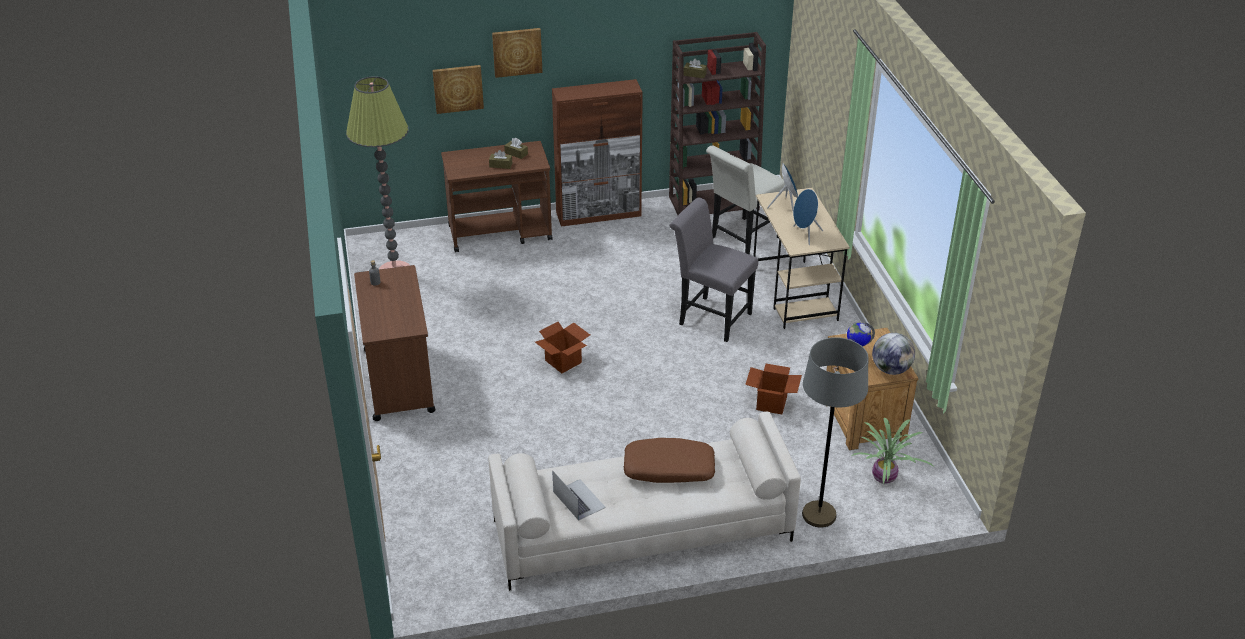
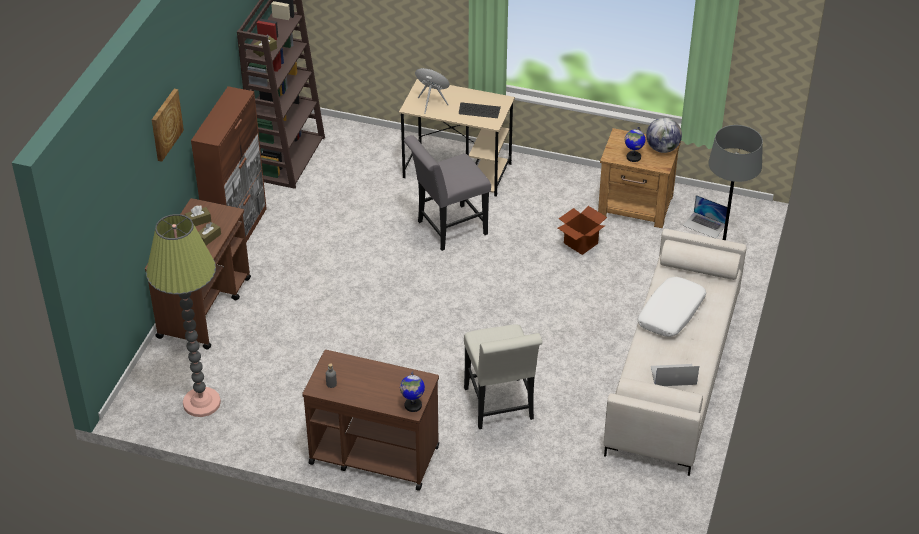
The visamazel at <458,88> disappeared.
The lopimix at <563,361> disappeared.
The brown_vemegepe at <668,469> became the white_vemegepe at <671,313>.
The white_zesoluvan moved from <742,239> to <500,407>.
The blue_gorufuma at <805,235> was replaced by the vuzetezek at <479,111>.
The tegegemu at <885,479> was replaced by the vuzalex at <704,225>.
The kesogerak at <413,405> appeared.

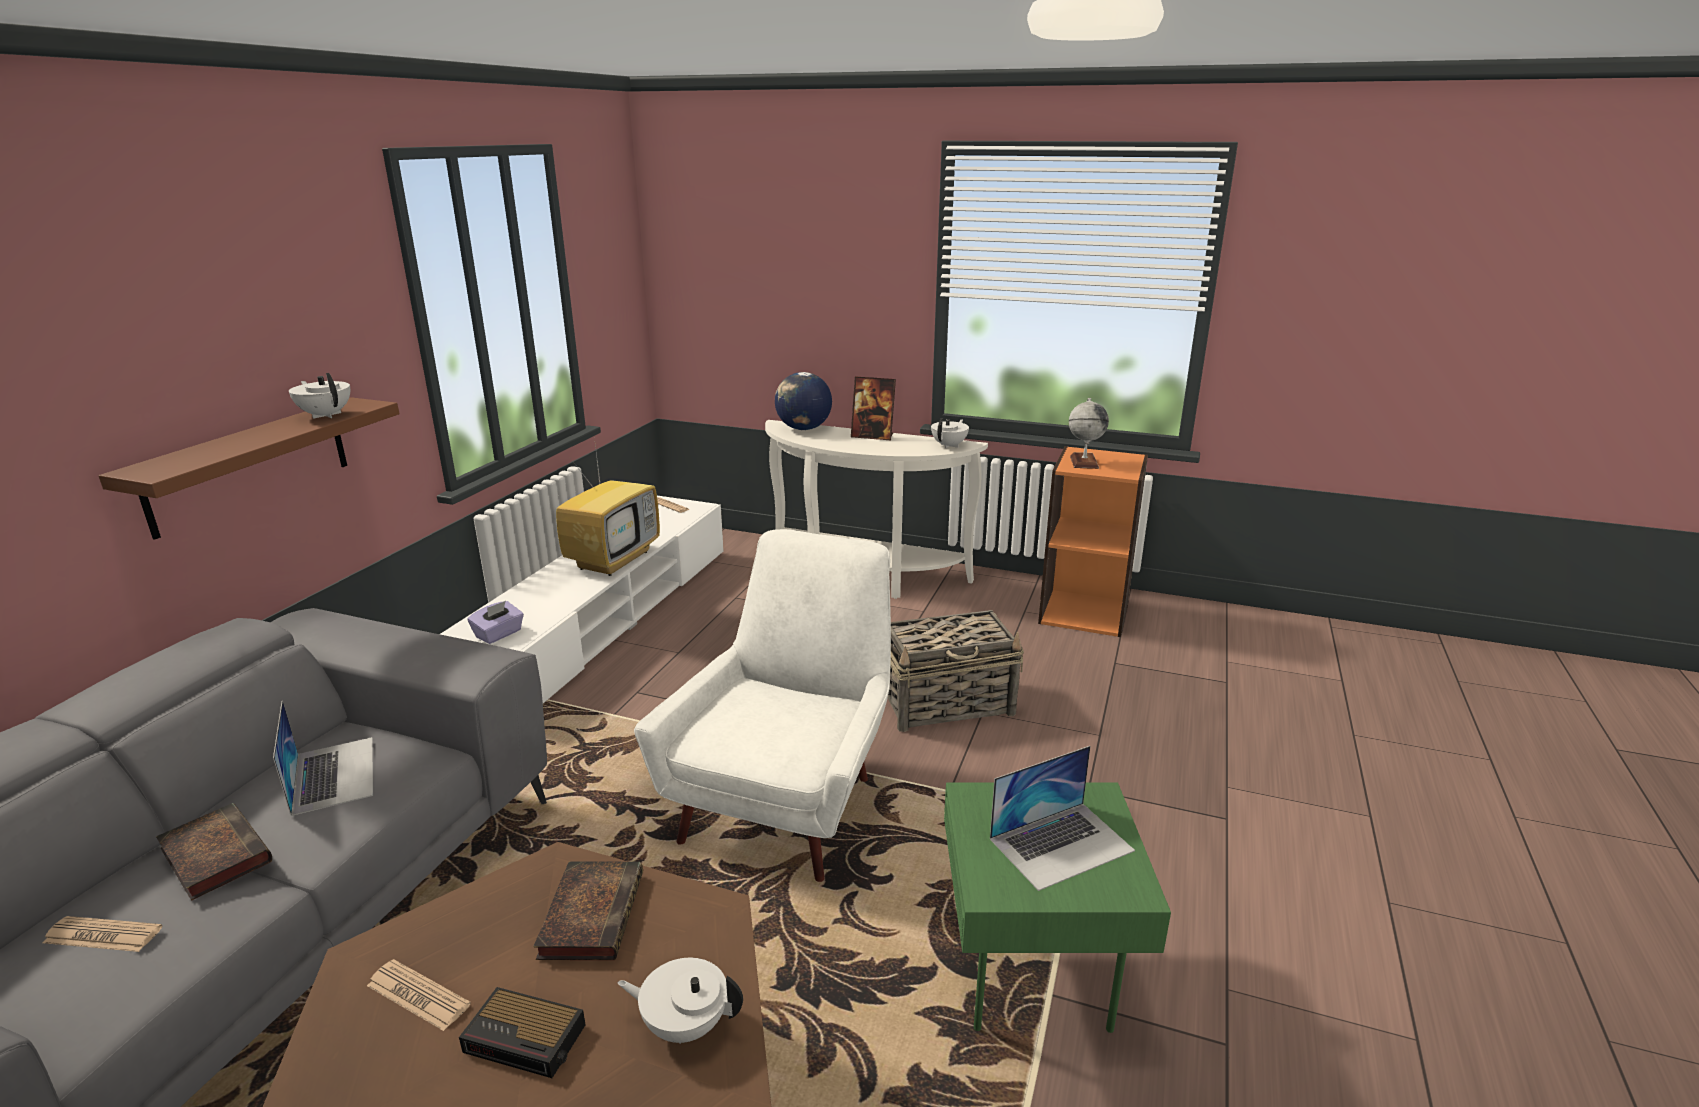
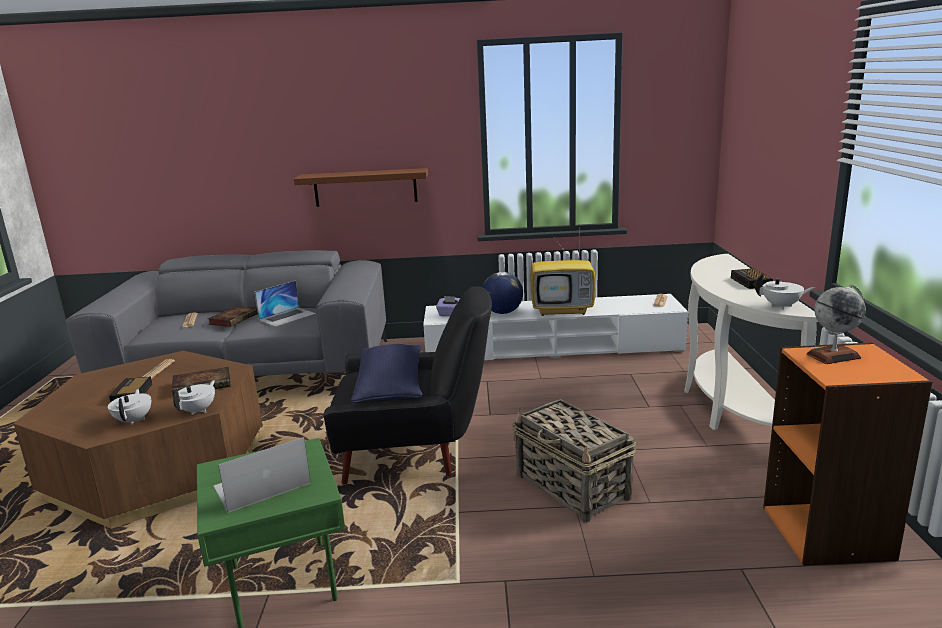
The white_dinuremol moved from <326,415> to <198,410>.
The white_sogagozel at <789,798> became the black_sogagozel at <414,454>.
The kesogerak moved from <803,429> to <502,312>.
The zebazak at <872,436> was replaced by the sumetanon at <751,282>.
The vuzalex at <1061,844> turned 105 degrees clockwise.
The blue_vemegepe at <390,388> appeared.

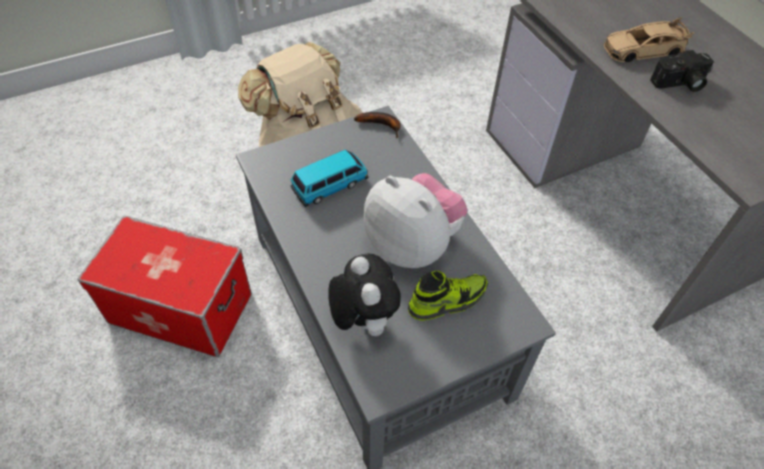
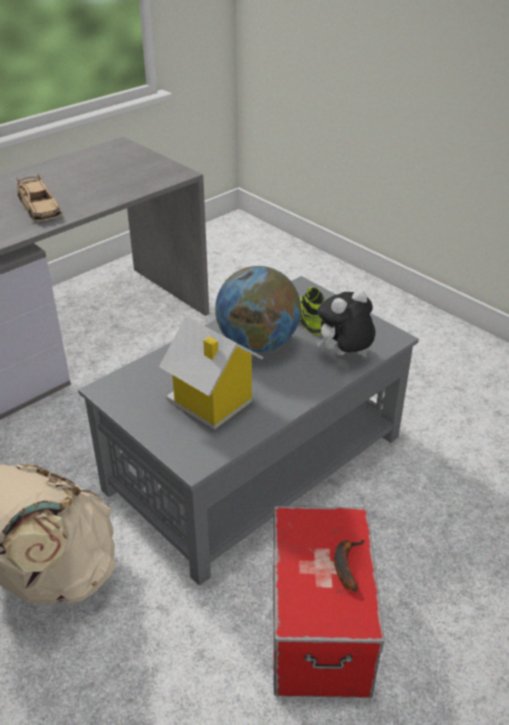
The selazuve at <330,186> was replaced by the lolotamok at <211,403>.
The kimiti moved from <382,125> to <345,564>.
The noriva at <412,244> was replaced by the kesogerak at <257,343>.
The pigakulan at <680,84> disappeared.

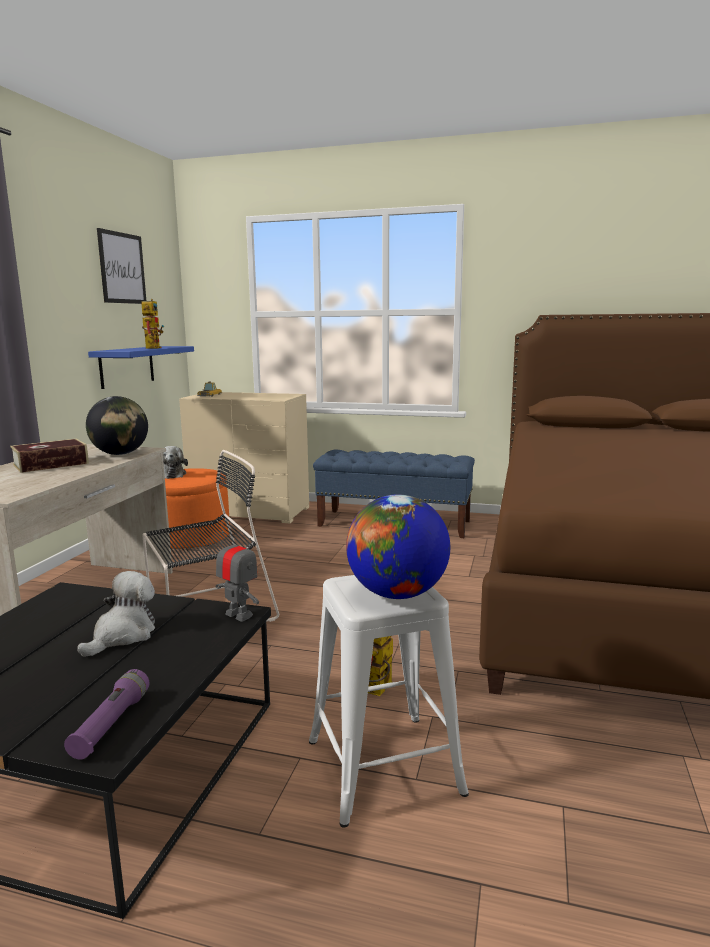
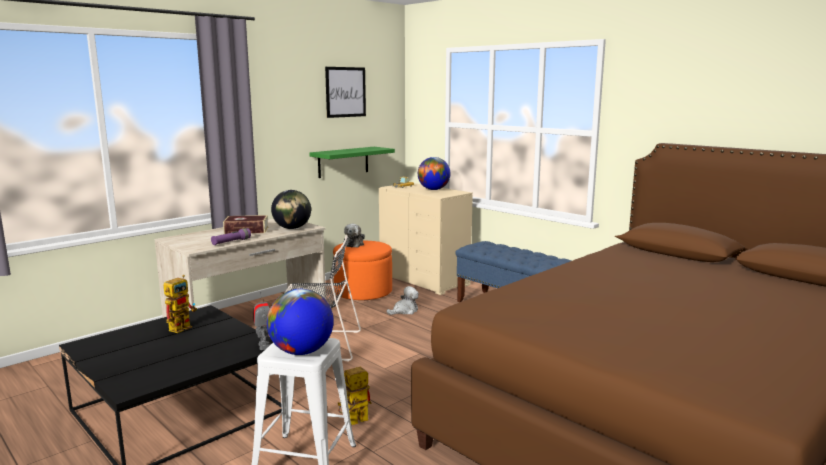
The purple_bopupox moved from <111,725> to <231,242>.
The noriva moved from <123,635> to <404,311>.
The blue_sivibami at <127,366> became the green_sivibami at <343,162>.
The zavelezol moved from <152,348> to <182,326>.
The kesogerak at <433,189> appeared.

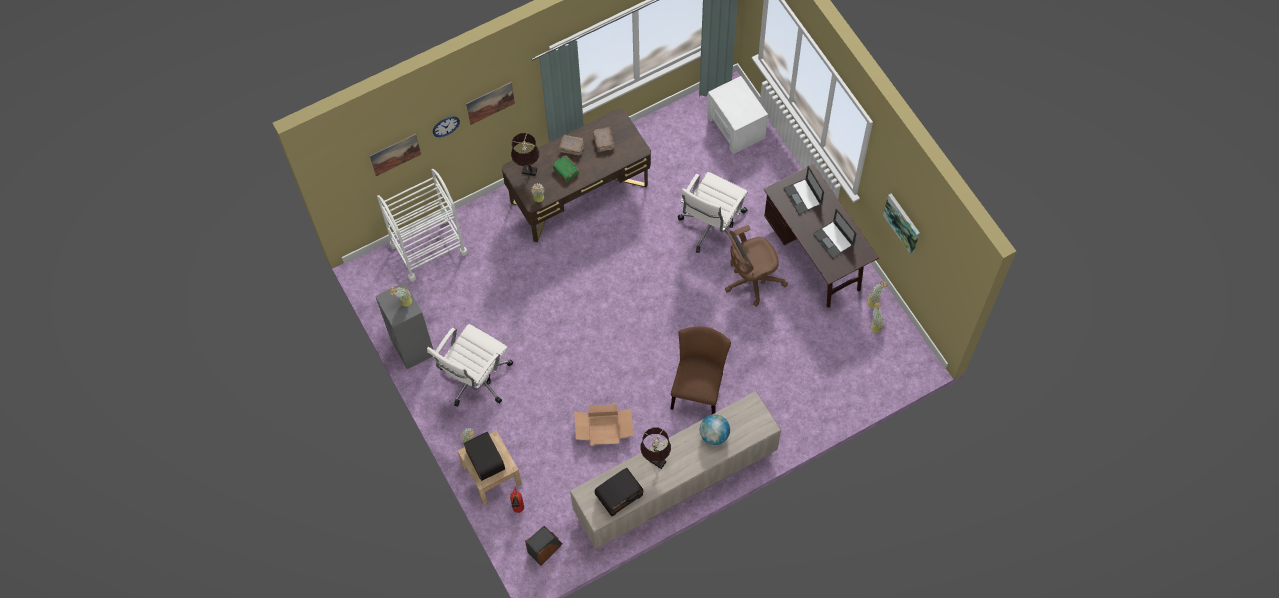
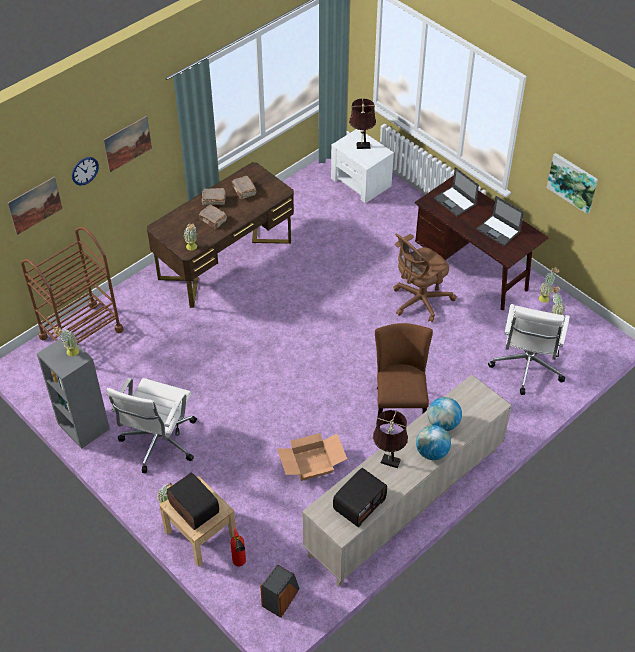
The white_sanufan at <428,249> became the brown_sanufan at <81,333>.
The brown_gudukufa moved from <527,170> to <361,146>.
The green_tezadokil at <566,171> became the brown_tezadokil at <213,220>.
The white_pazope moved from <712,226> to <526,367>.
The kesogerak at <432,452> appeared.

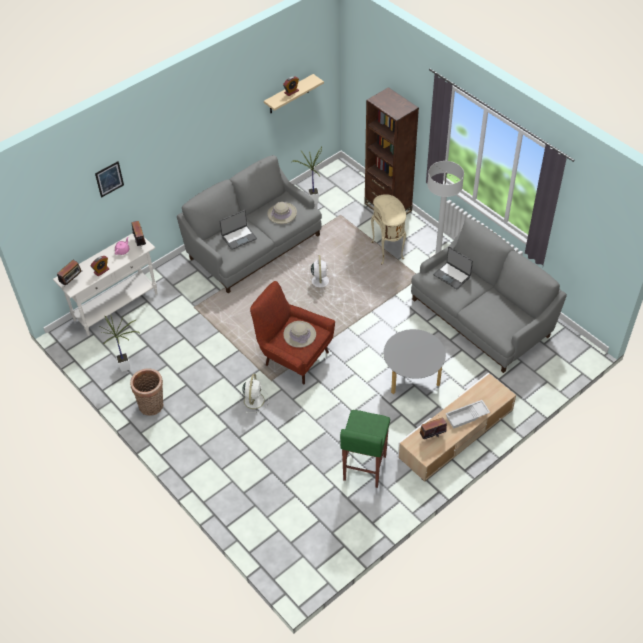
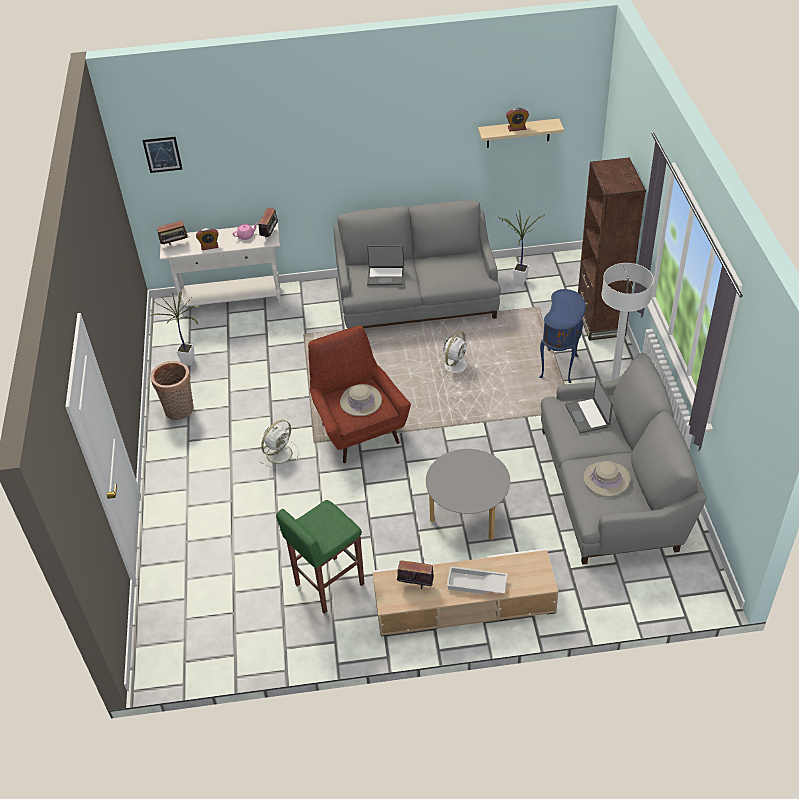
The visamazel moved from <109,179> to <162,154>.
The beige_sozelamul moved from <282,214> to <606,479>.
The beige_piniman at <388,250> became the blue_piniman at <560,367>.

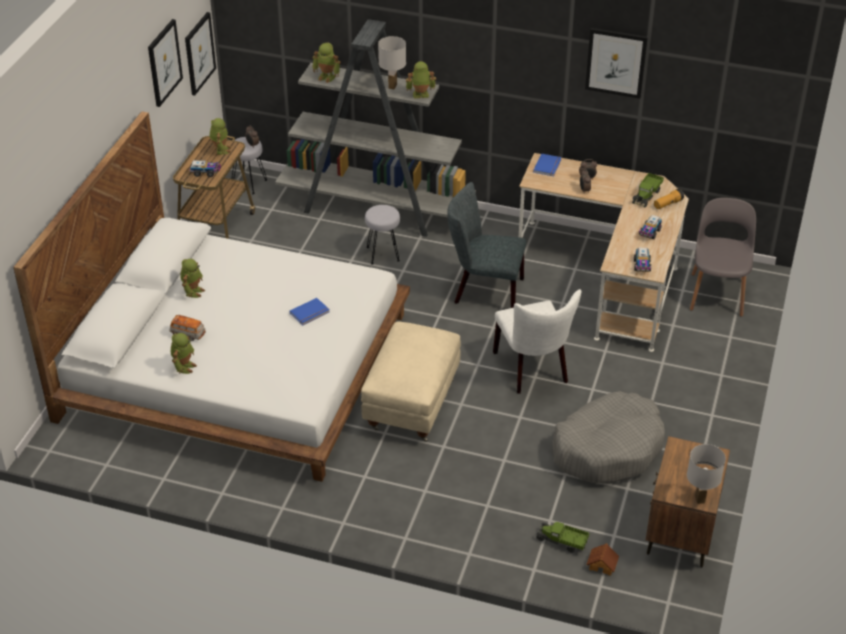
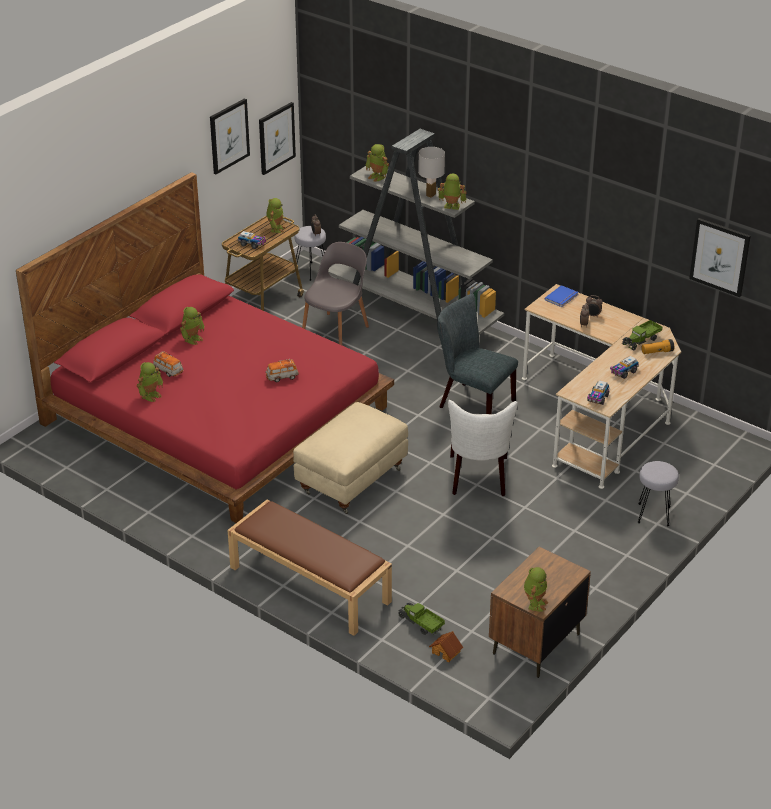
The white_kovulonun at <237,364> became the red_kovulonun at <218,414>.
The blue_tezadokil at <310,313> was replaced by the selazuve at <282,377>.
The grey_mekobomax moved from <383,253> to <654,514>.
The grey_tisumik at <607,448> disappeared.
The visamazel moved from <616,62> to <720,257>.
The white_gudukufa at <699,499> was replaced by the zavelezol at <535,603>.
The grey_zesoluvan moved from <717,293> to <336,331>.
The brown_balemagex at <308,584> appeared.

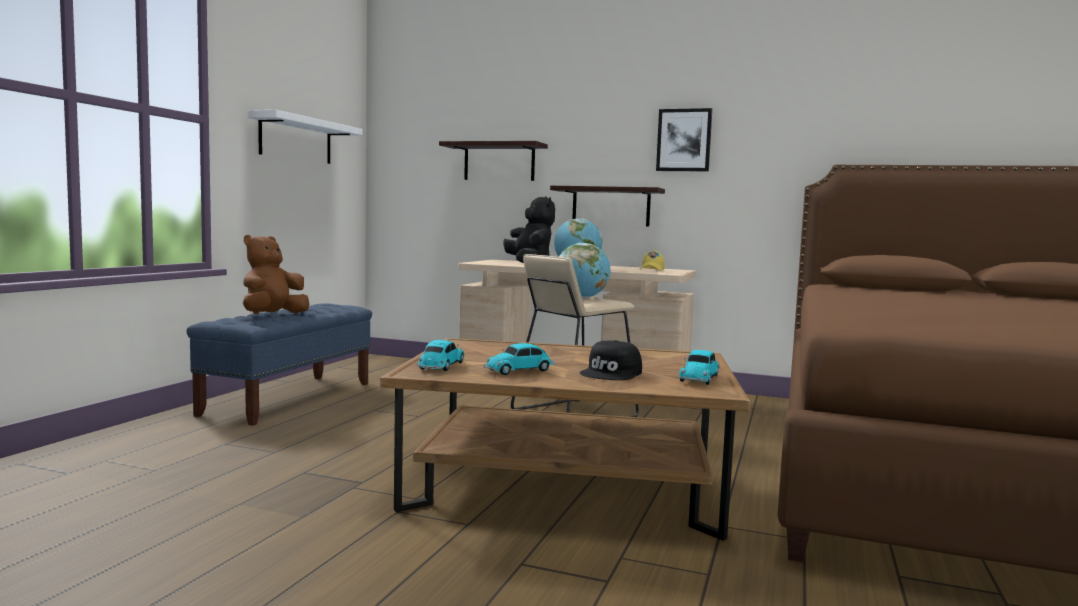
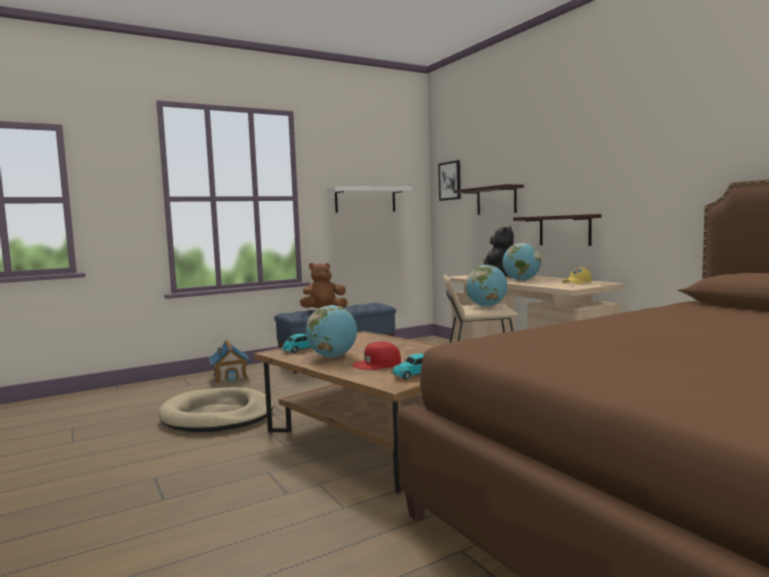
The selazuve at <521,370> was replaced by the kesogerak at <332,356>.
The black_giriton at <612,373> became the red_giriton at <377,364>.
The visamazel moved from <684,140> to <450,181>.
The beige_tisumik at <217,416> appeared.
The lolotamok at <230,377> appeared.

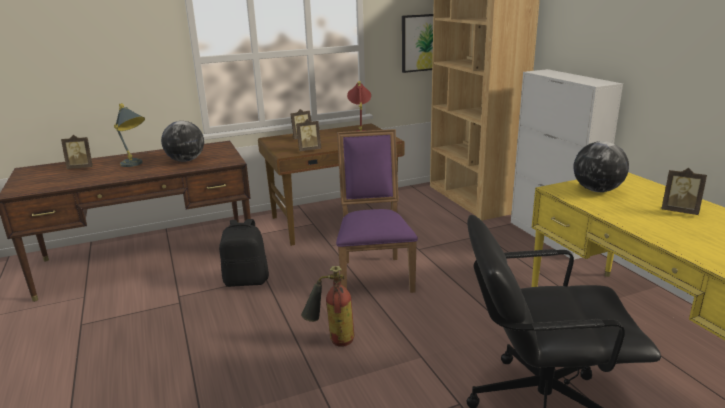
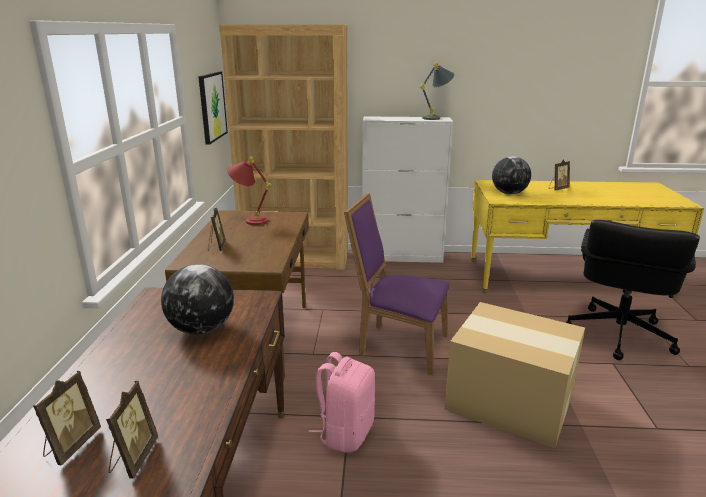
The grey_gudukufa moved from <135,165> to <437,118>.
The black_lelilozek at <246,280> became the pink_lelilozek at <345,433>.
The zebazak moved from <309,150> to <133,458>.
The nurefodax at <332,341> was replaced by the lopimix at <508,400>.

